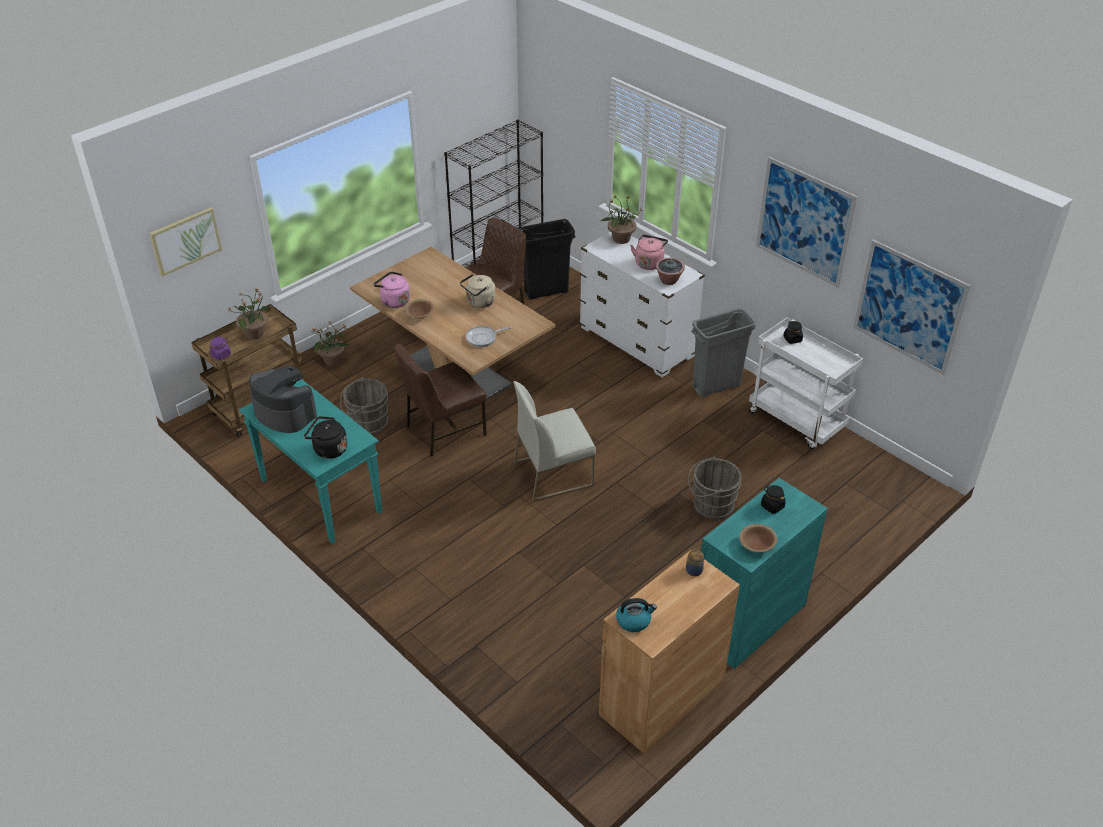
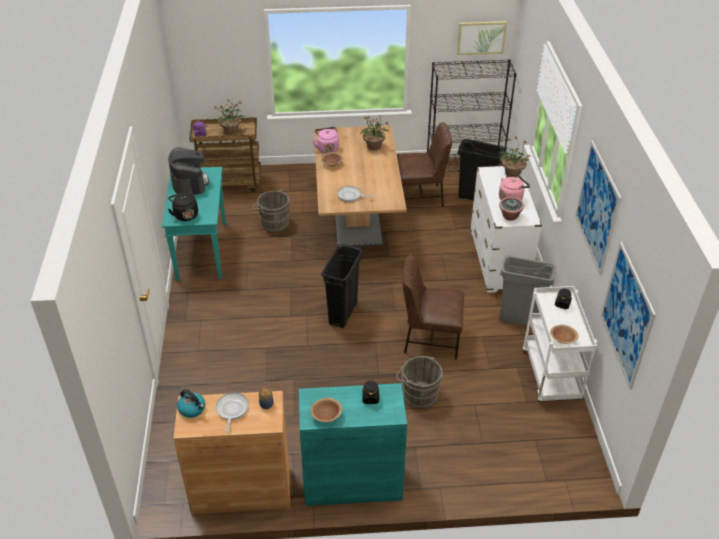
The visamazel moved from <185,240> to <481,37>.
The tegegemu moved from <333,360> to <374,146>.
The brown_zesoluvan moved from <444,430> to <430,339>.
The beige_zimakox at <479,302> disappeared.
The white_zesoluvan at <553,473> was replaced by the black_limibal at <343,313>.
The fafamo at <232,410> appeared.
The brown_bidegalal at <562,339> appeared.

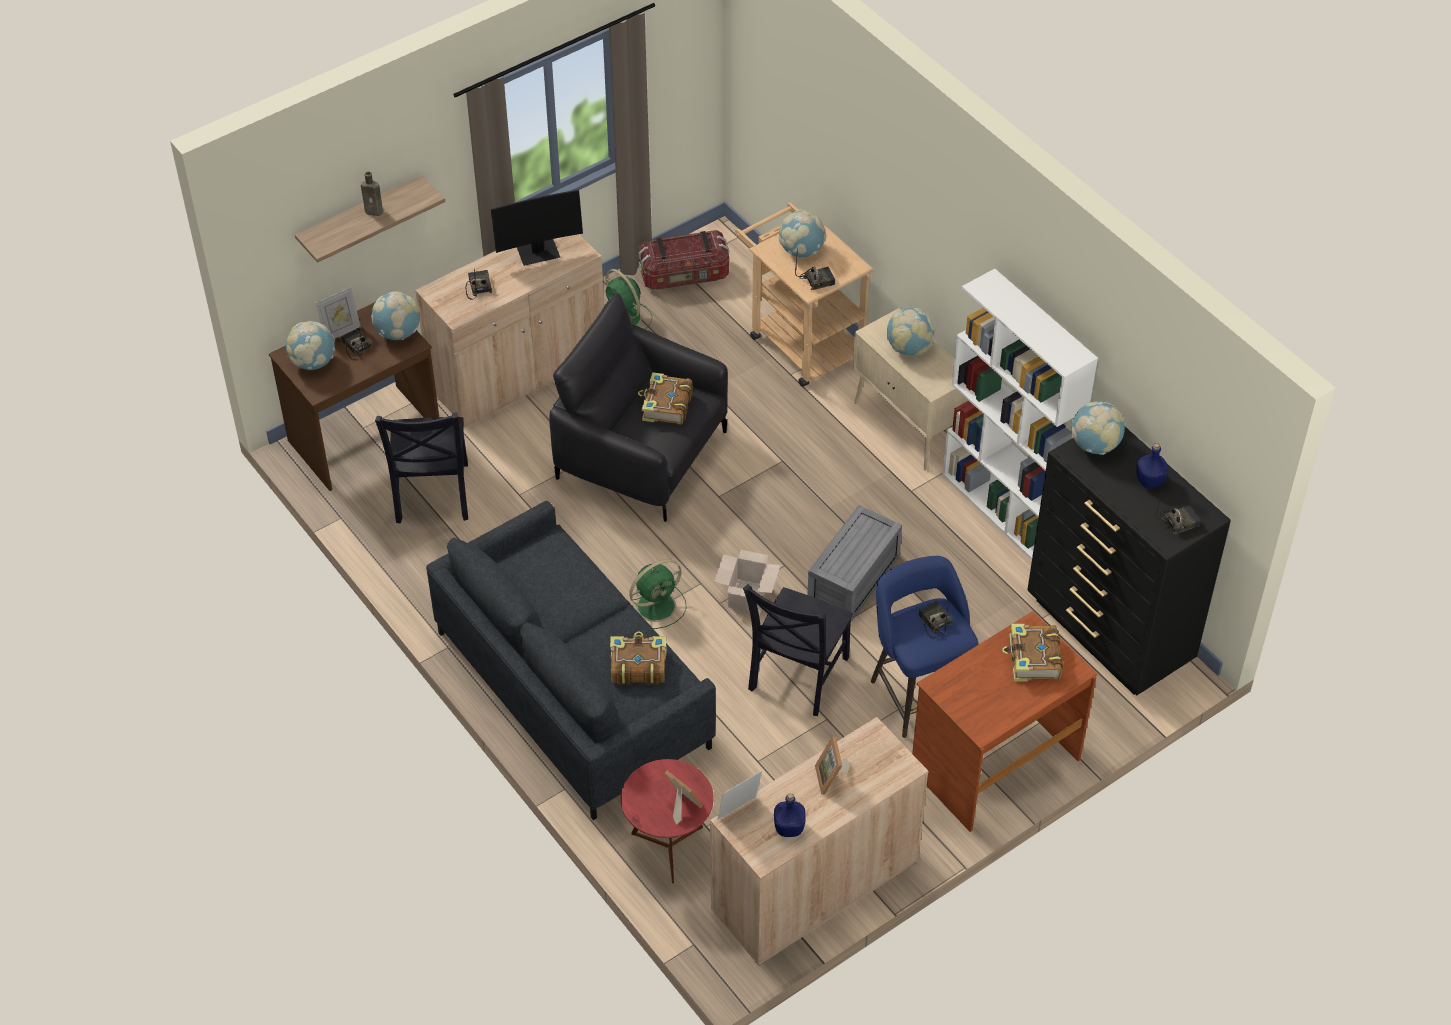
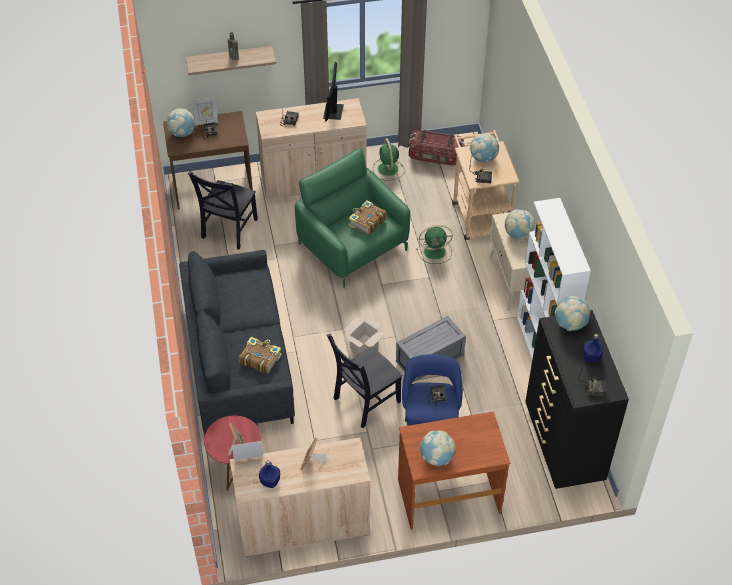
The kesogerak moved from <398,333> to <437,457>.
The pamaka at <538,252> turned 90 degrees clockwise.
The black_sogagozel at <642,455> became the green_sogagozel at <353,247>.
The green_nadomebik moved from <657,605> to <435,252>.
The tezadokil at <1033,659> disappeared.

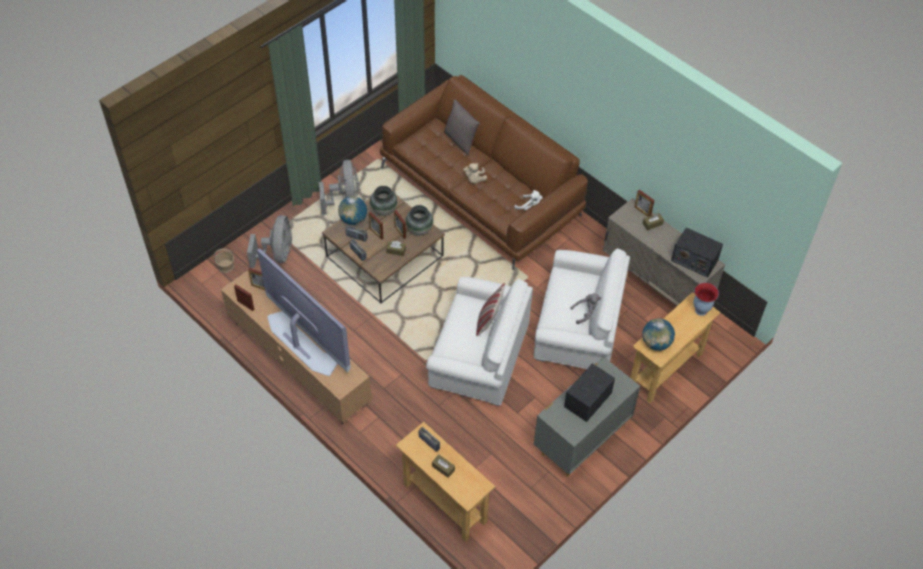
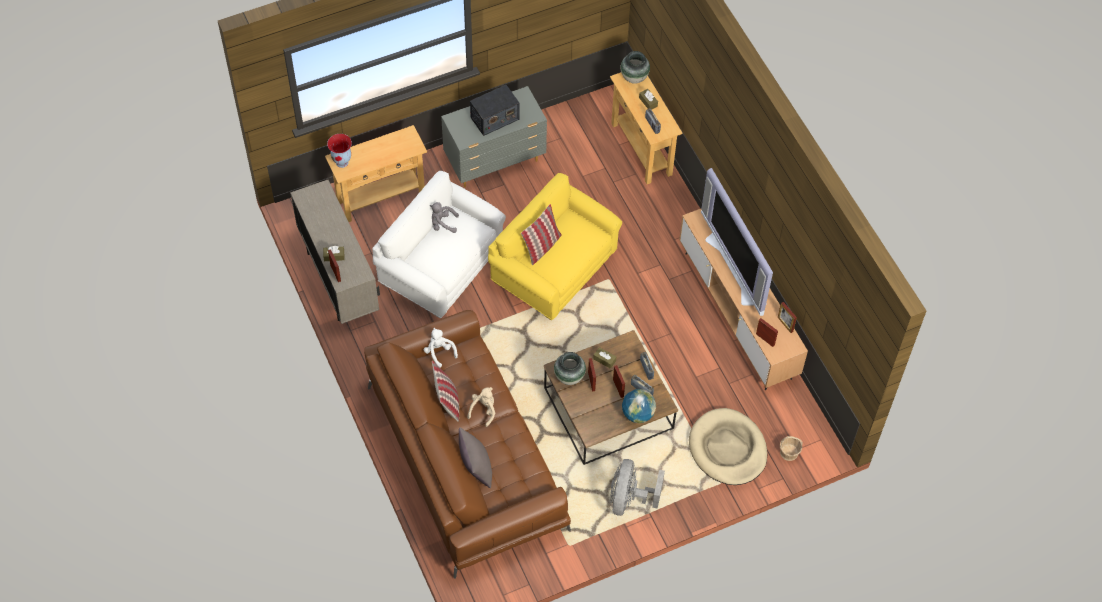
The grey_nadomebik at <277,254> was replaced by the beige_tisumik at <727,449>.
The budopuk moved from <384,210> to <634,77>.
The white_sogagozel at <478,356> became the yellow_sogagozel at <554,266>.
The kesogerak at <656,343> disappeared.
The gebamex at <694,260> disappeared.
The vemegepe at <447,401> appeared.

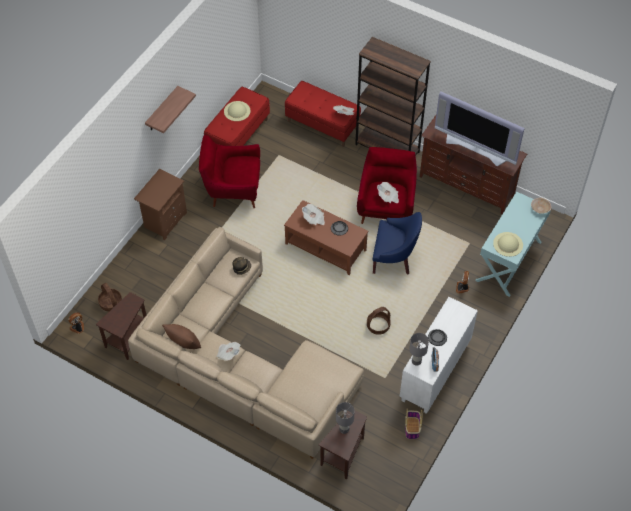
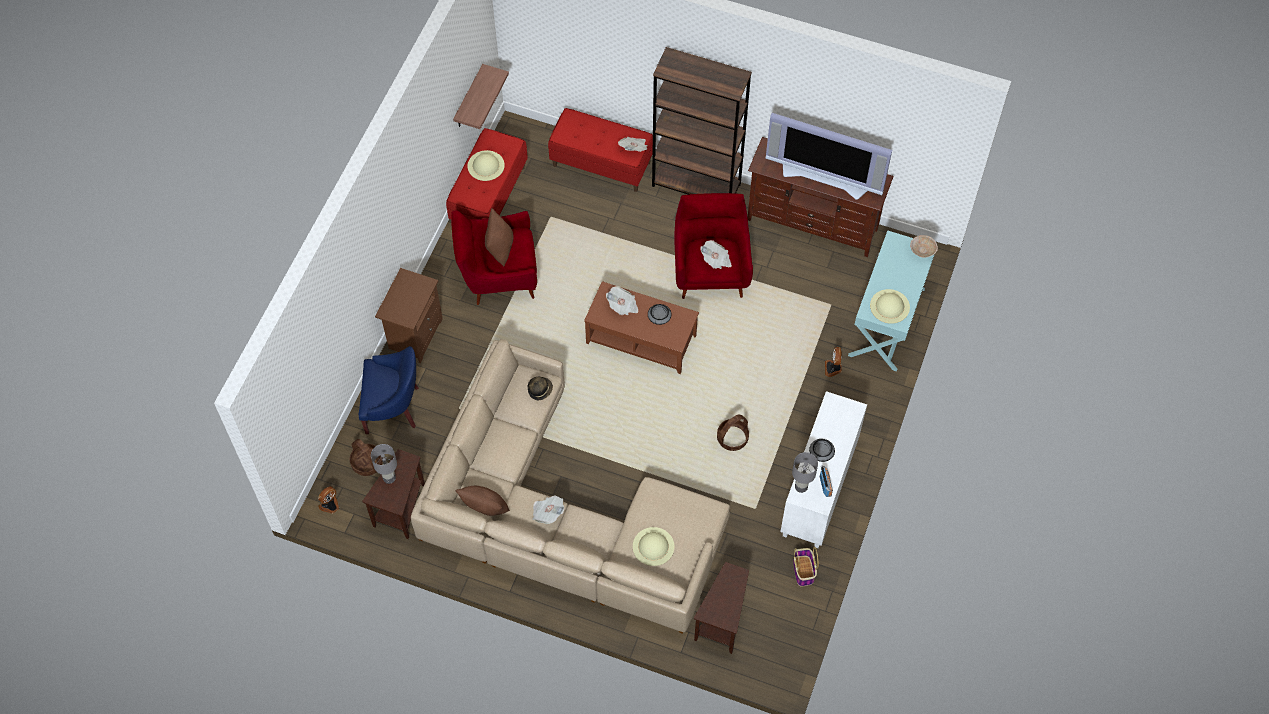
The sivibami moved from <162,110> to <468,98>.
The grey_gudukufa moved from <344,429> to <389,478>.
The blue_sogagozel moved from <394,258> to <393,407>.
The brown_vemegepe at <500,247> appeared.
The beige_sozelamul at <653,546> appeared.

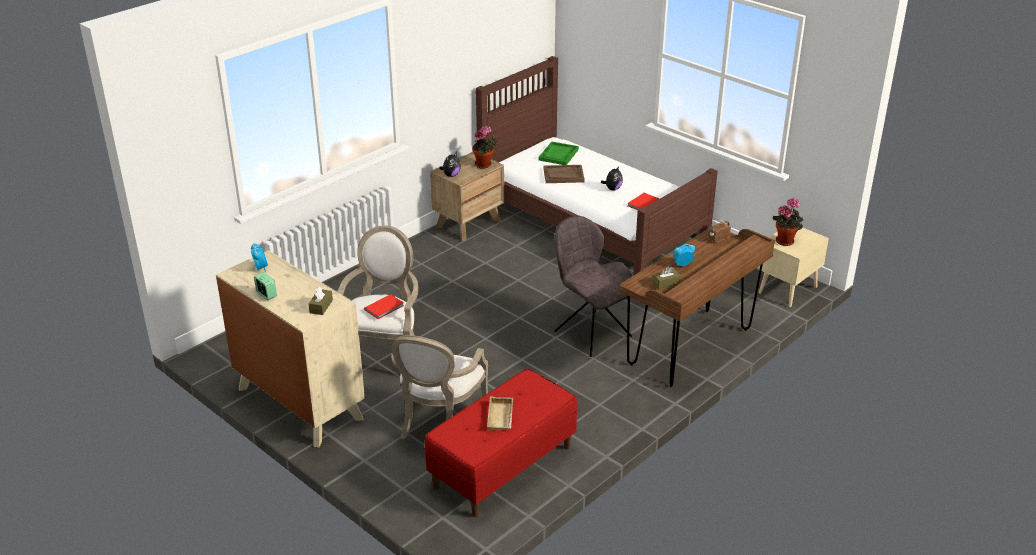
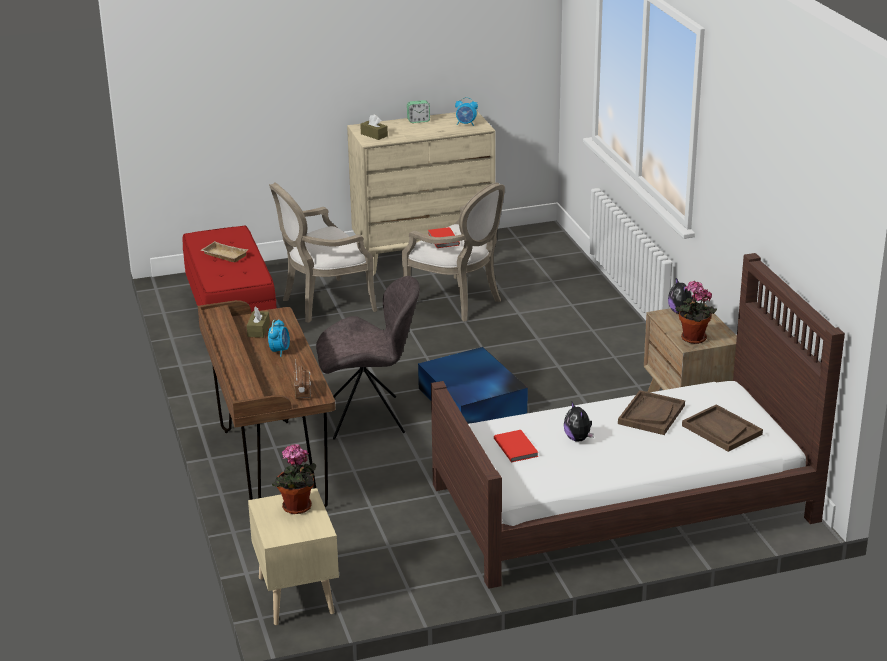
The sogagozel at <437,423> turned 75 degrees counterclockwise.
The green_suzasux at <558,155> became the brown_suzasux at <721,430>.
The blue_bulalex at <472,401> appeared.

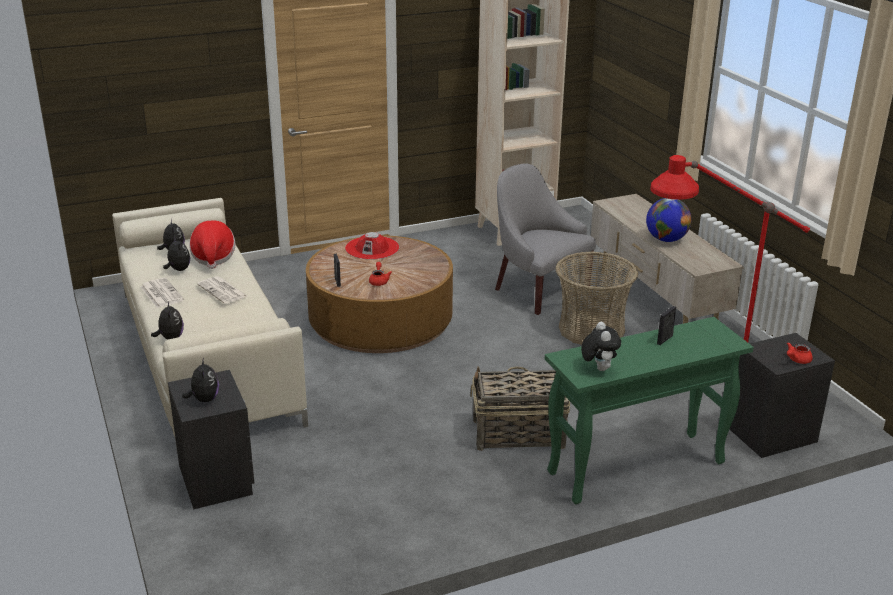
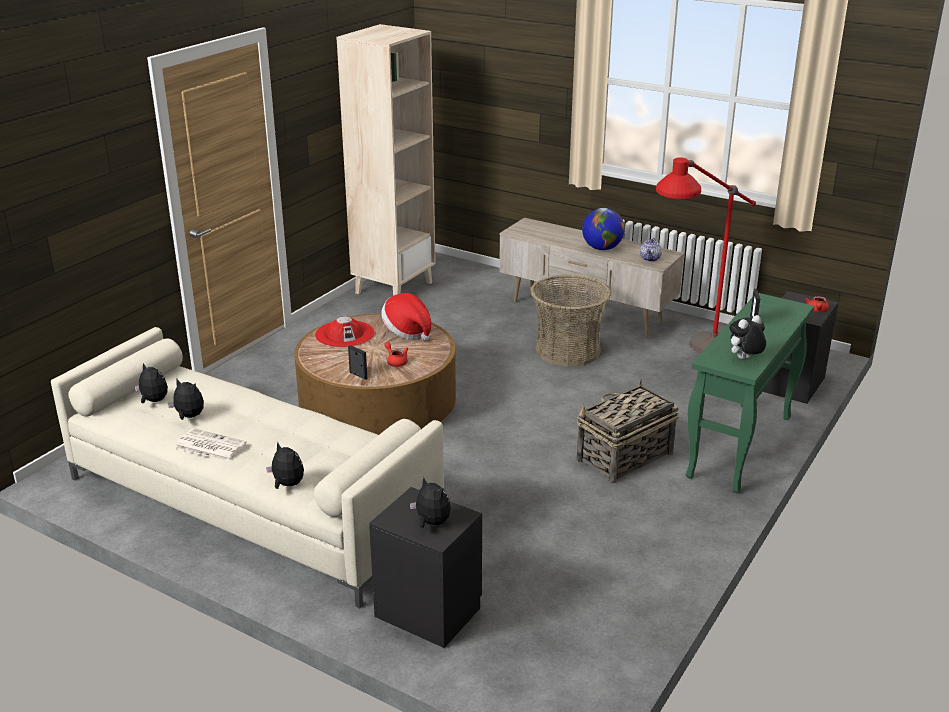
The sozelamul moved from <213,257> to <407,331>.
The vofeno at <223,291> disappeared.
The grey_sogagozel at <538,289> disappeared.
The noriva at <598,368> turned 75 degrees counterclockwise.
The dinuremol at <650,259> appeared.

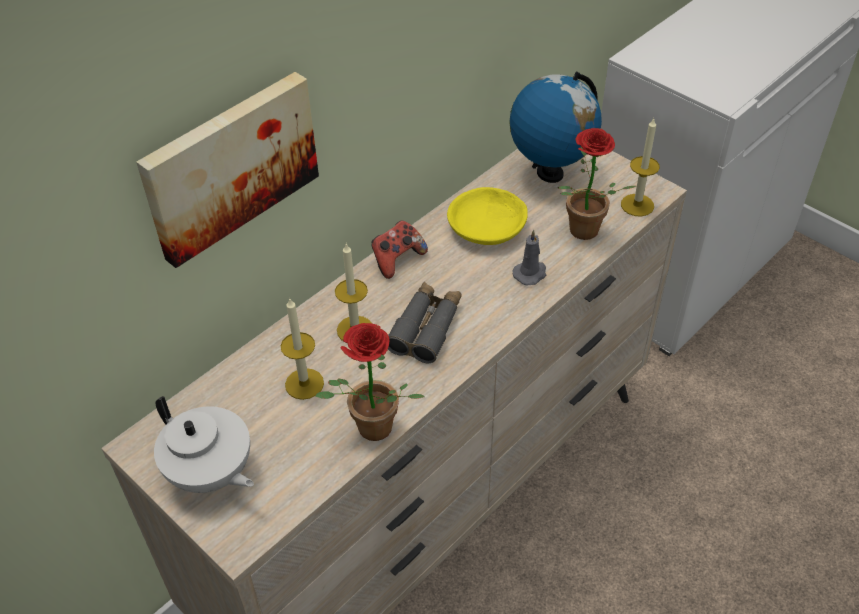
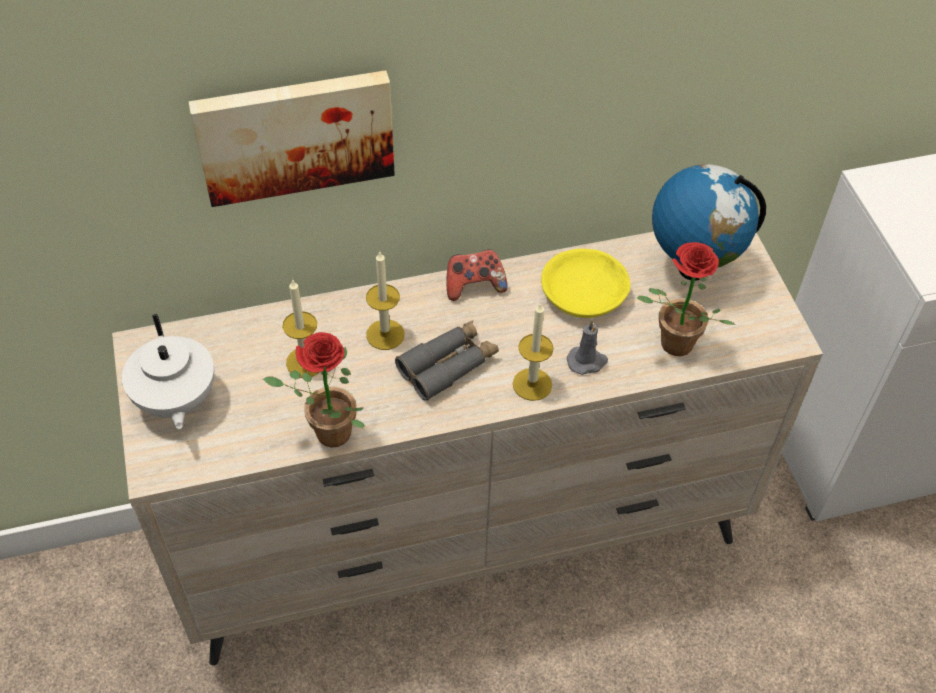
The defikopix moved from <637,205> to <532,384>.

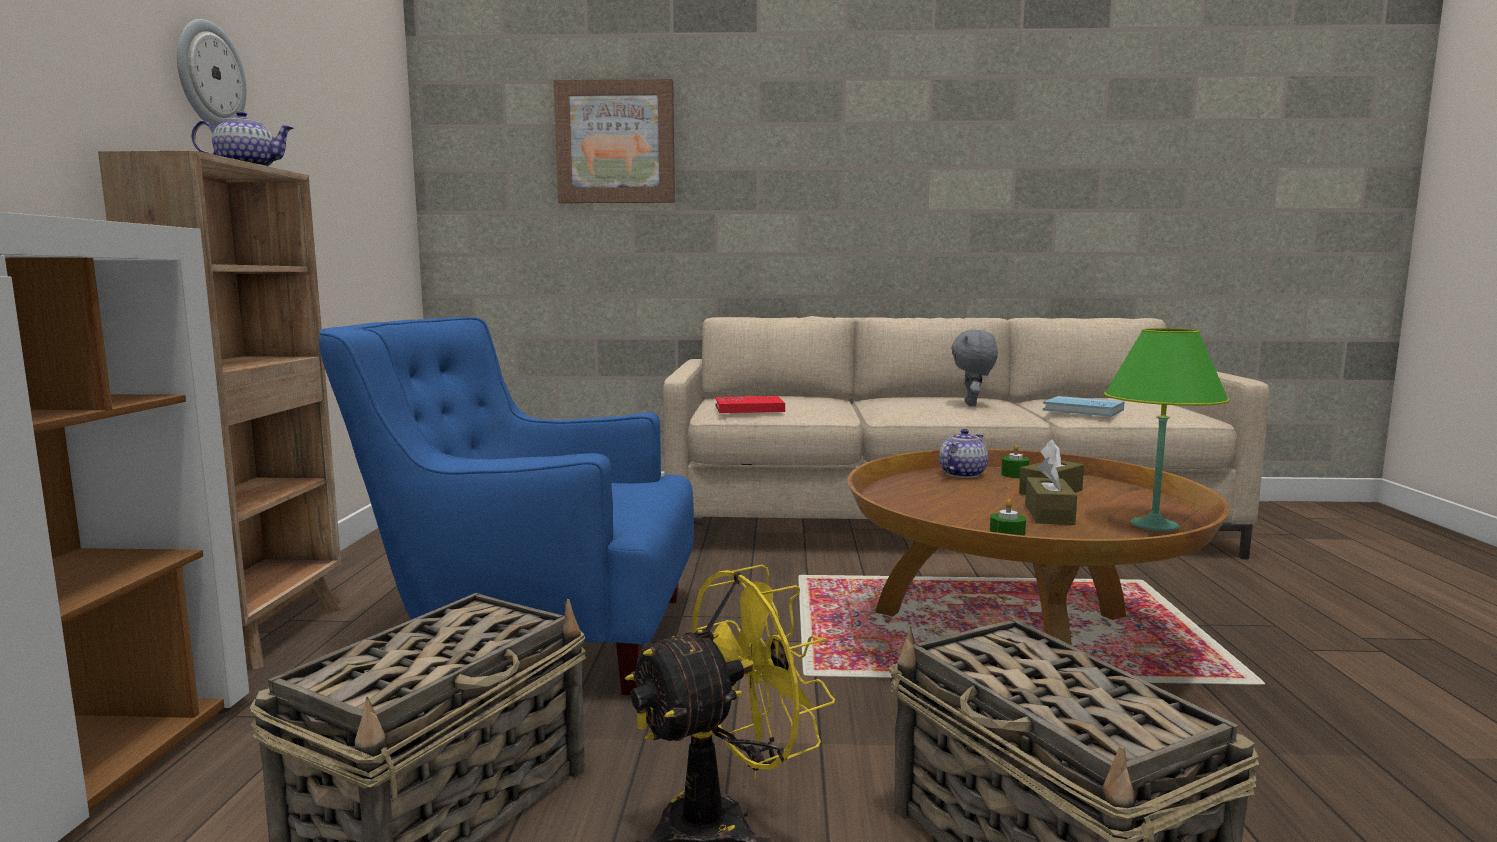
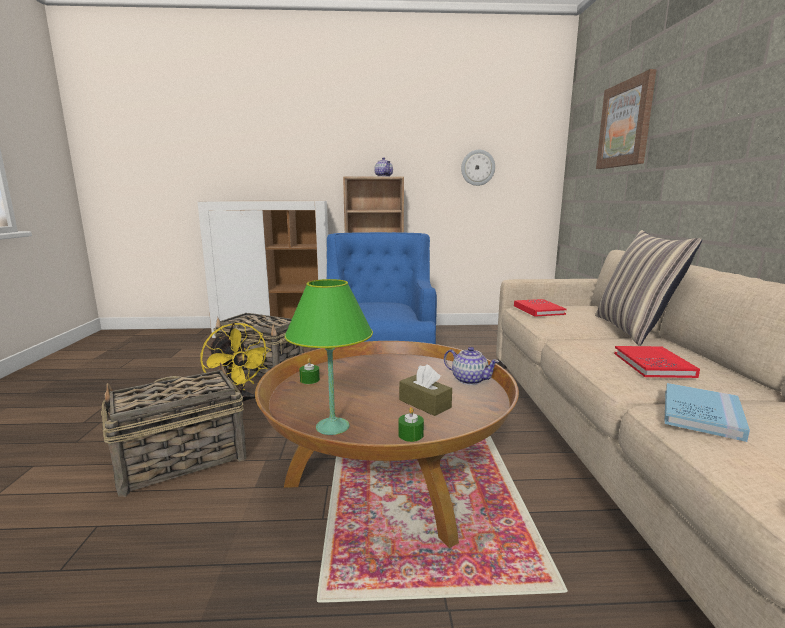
The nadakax moved from <209,75> to <477,167>.
The grey_noriva at <972,405> was replaced by the red_tezadokil at <653,365>.
The green_defikopix moved from <1014,475> to <410,435>.
The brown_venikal at <1049,514> disappeared.
The vemegepe at <633,330> appeared.

